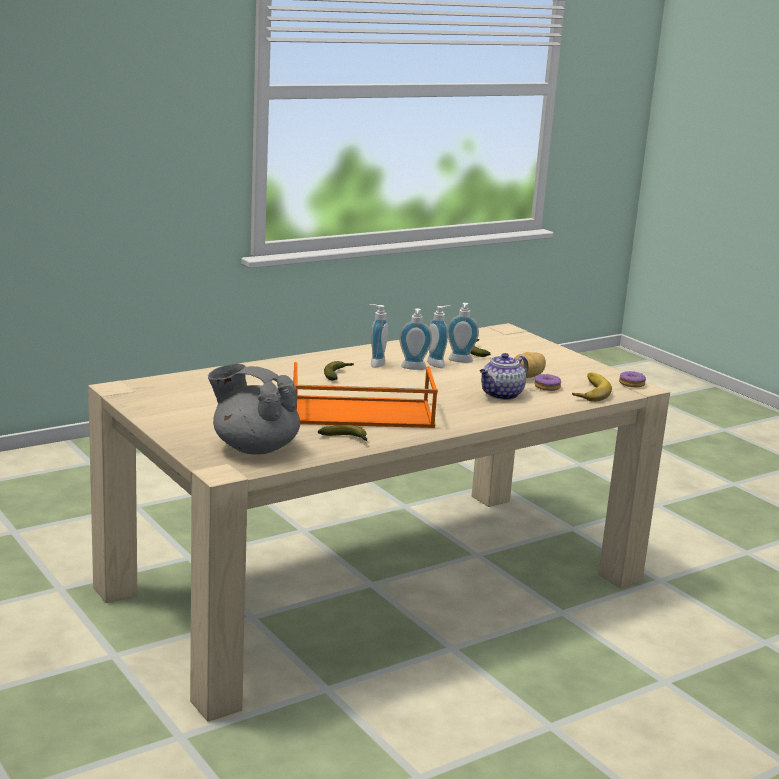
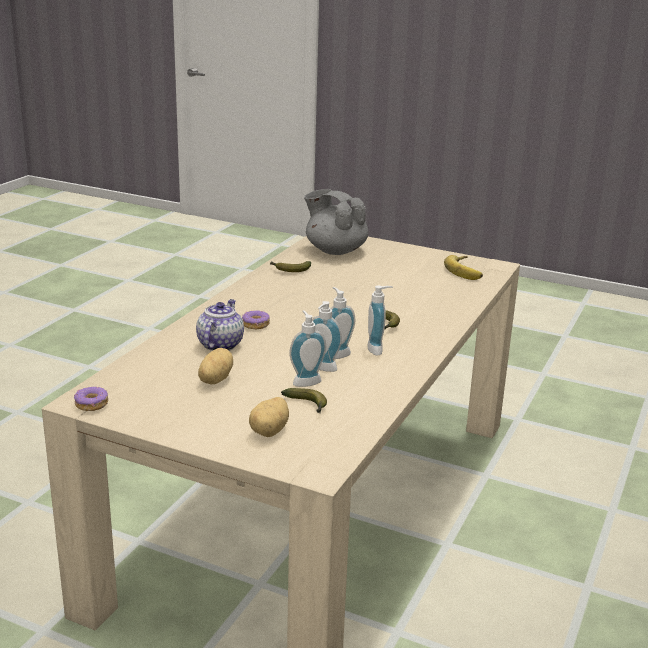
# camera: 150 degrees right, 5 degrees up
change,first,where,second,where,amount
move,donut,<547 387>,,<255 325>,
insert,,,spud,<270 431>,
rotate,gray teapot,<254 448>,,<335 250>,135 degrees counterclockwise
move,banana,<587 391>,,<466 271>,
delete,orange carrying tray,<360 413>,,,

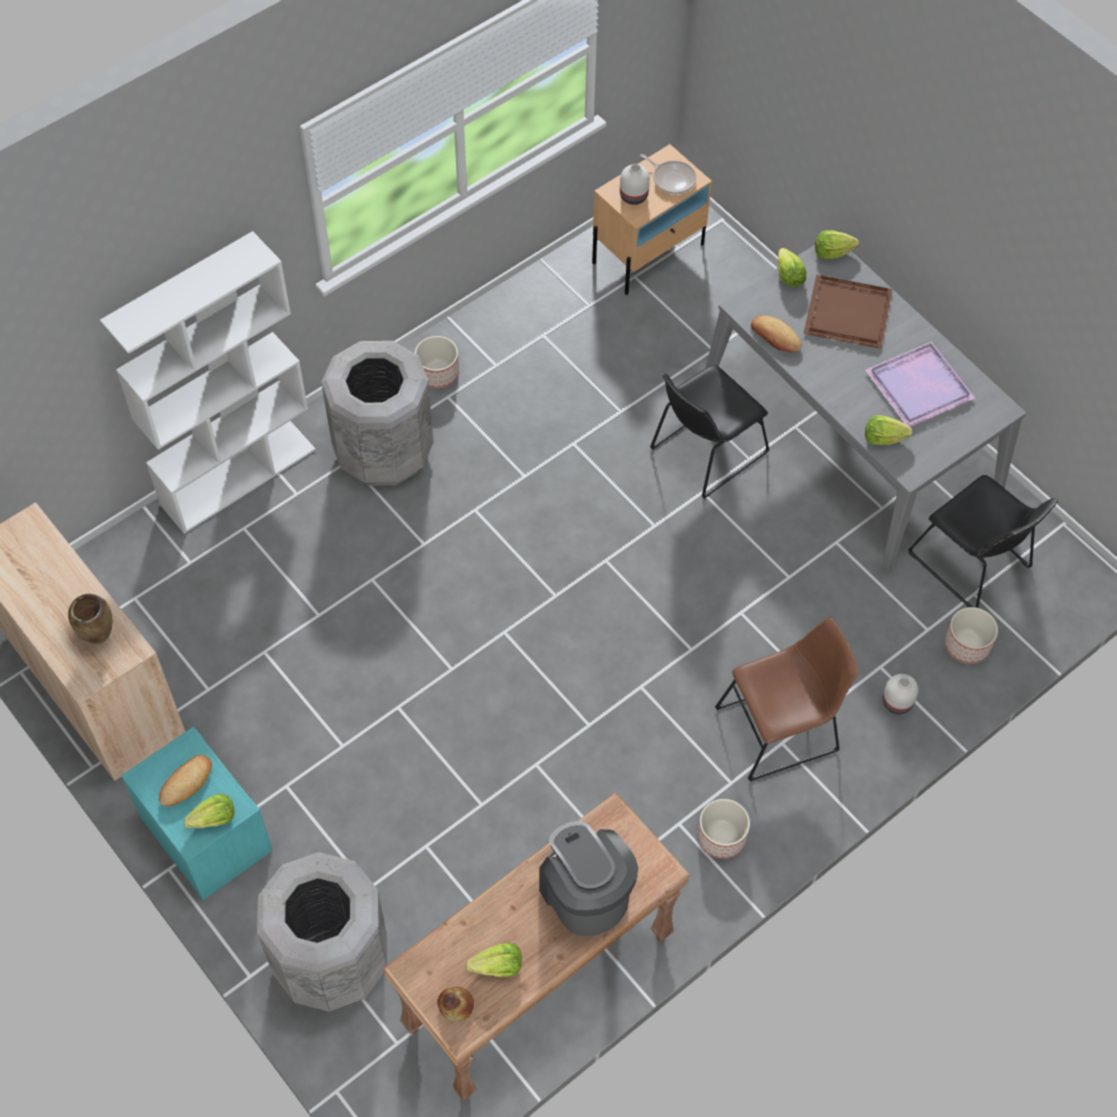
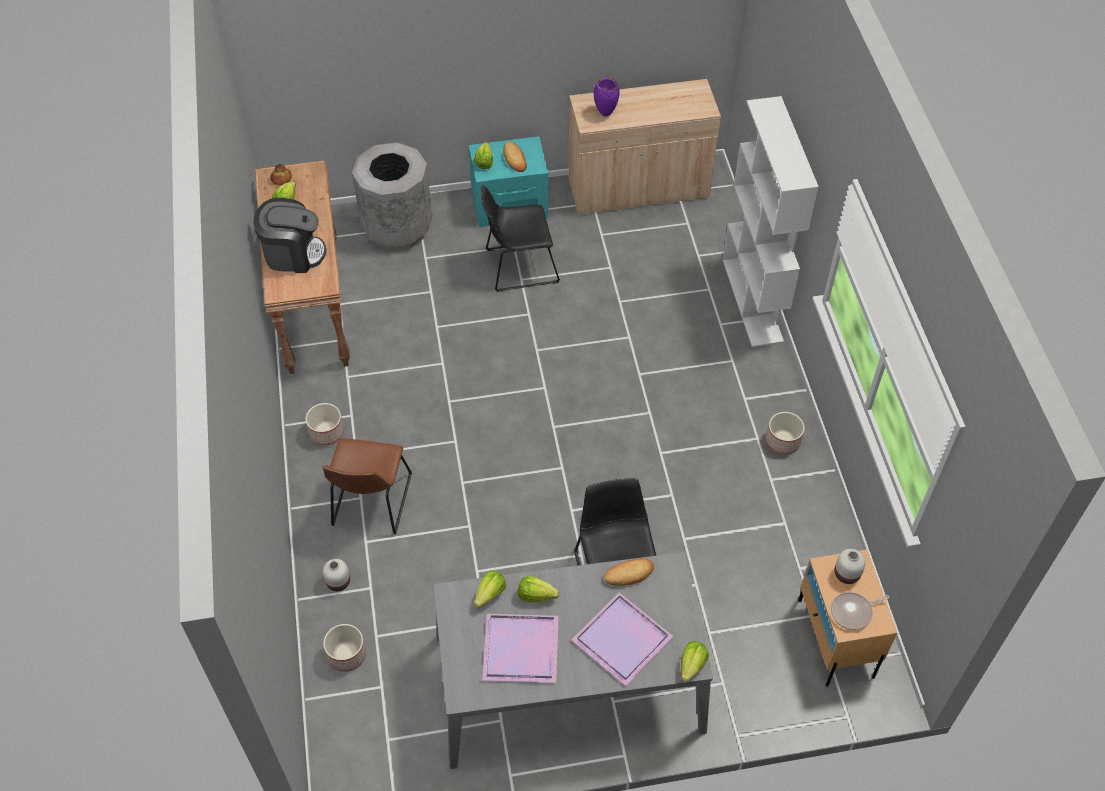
# camera: 120 degrees right, 5 degrees down
change,first,where,second,where,amount
move,black chair,<973 564>,,<518 266>,
move,lettuce head,<788 276>,,<536 595>,
recolor,brown-coloured carrying tray,<846 312>,purple-coloured carrying tray,<624 639>,
recolor,brown-coloured flower vase,<99 639>,purple-coloured flower vase,<605 114>,
delete,gray trash can,<383 452>,,,

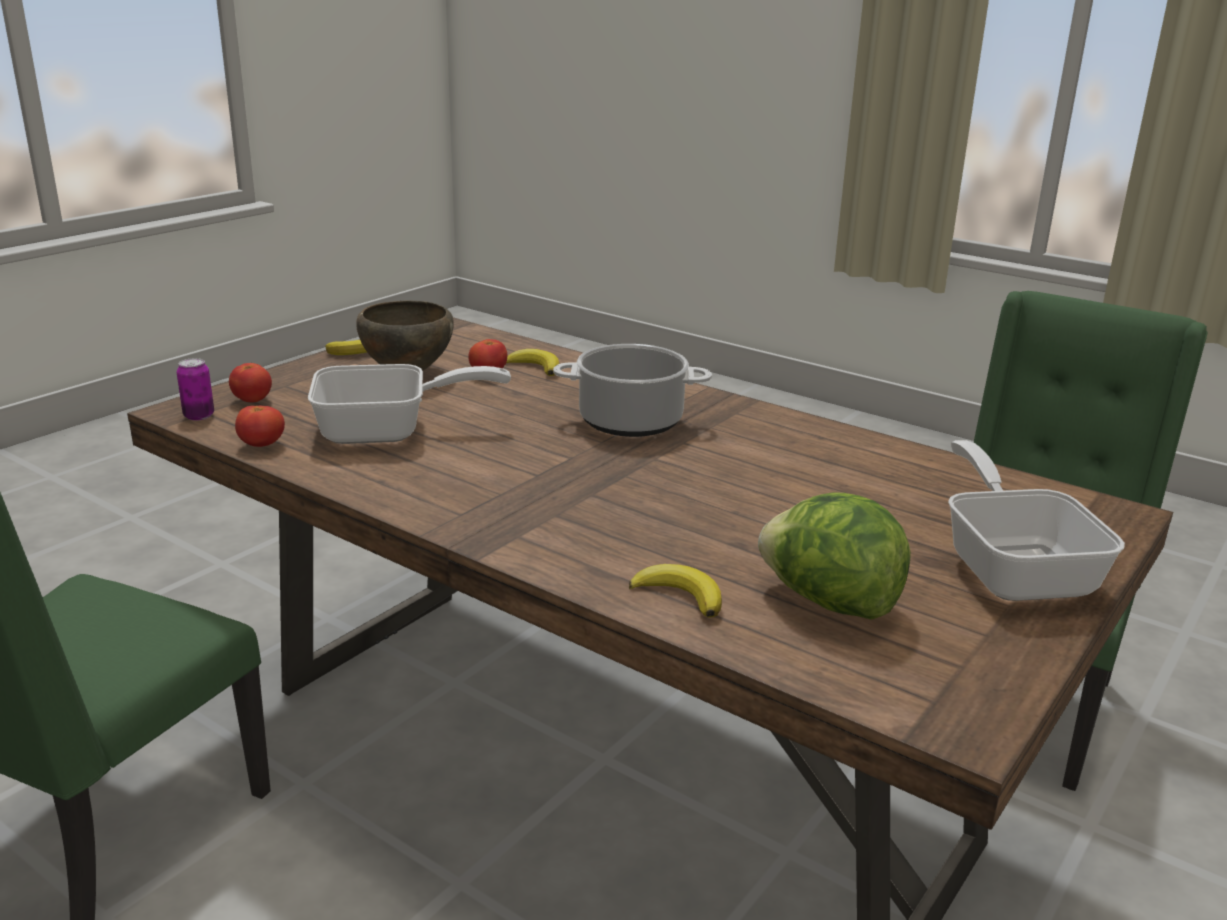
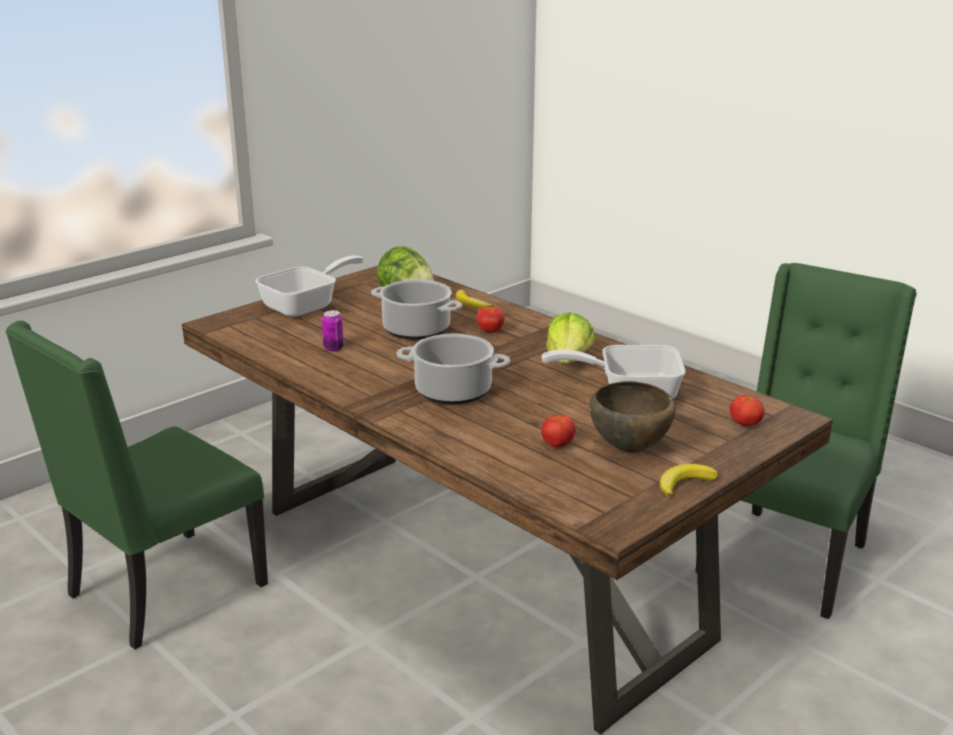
# camera: 170 degrees left, 0 degrees up
change,first,where,second,where,amount
rotate,pan,<1013 567>,,<307 306>,135 degrees counterclockwise
move,metal can,<199 416>,,<333 348>,
insert,,,stockpot,<417 330>,
move,whole tomato,<262 445>,,<490 331>,
insert,,,lettuce head,<569 360>,
delete,banana,<535 367>,,,

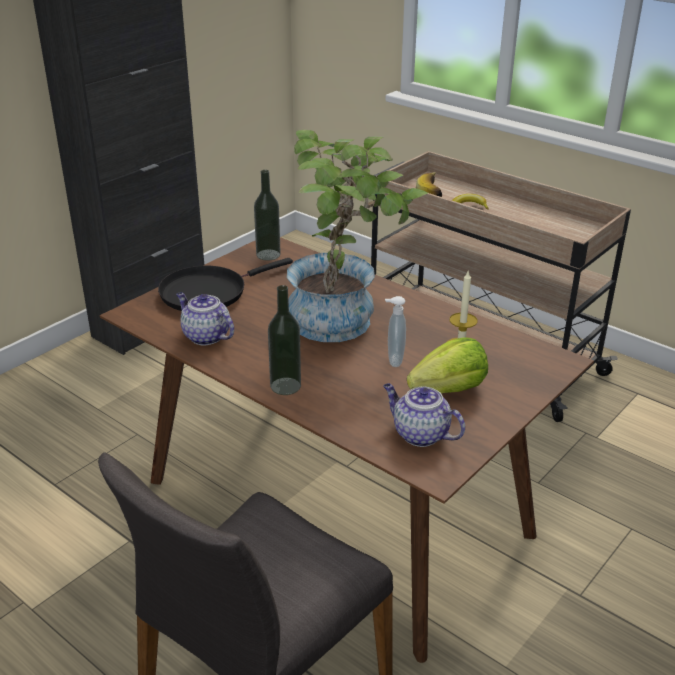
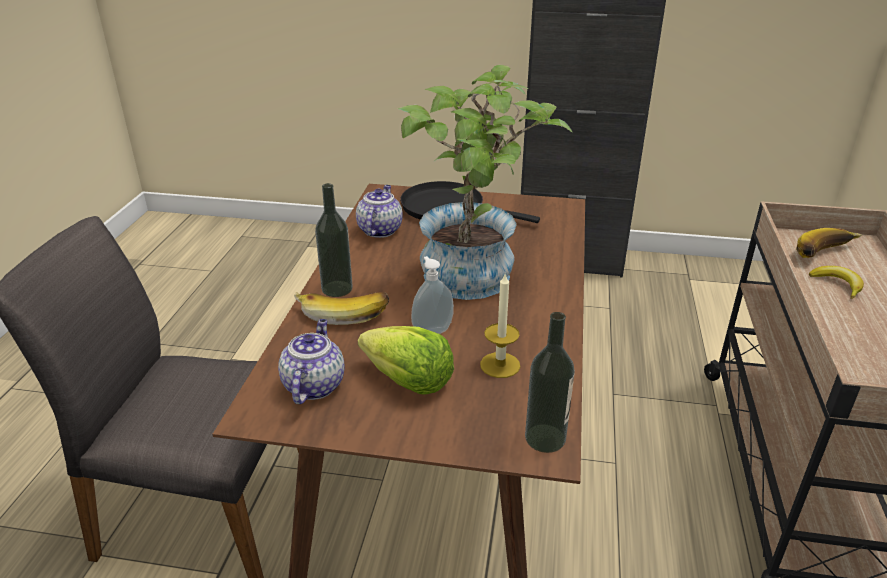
# camera: 60 degrees right, 0 degrees up
change,first,where,second,where,amount
insert,,,banana,<343 312>,
move,bottle,<268 255>,,<545 438>,

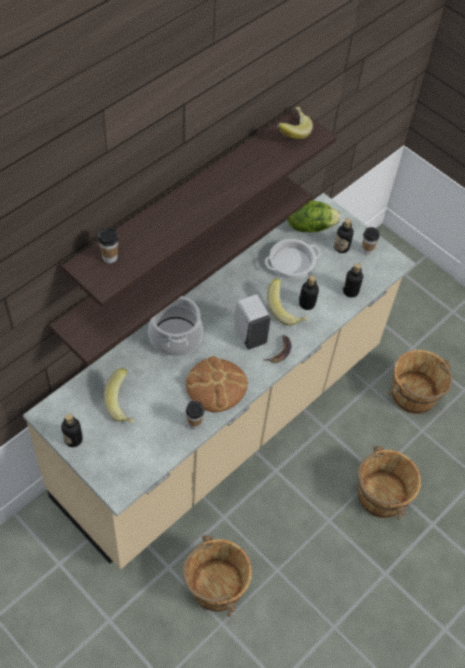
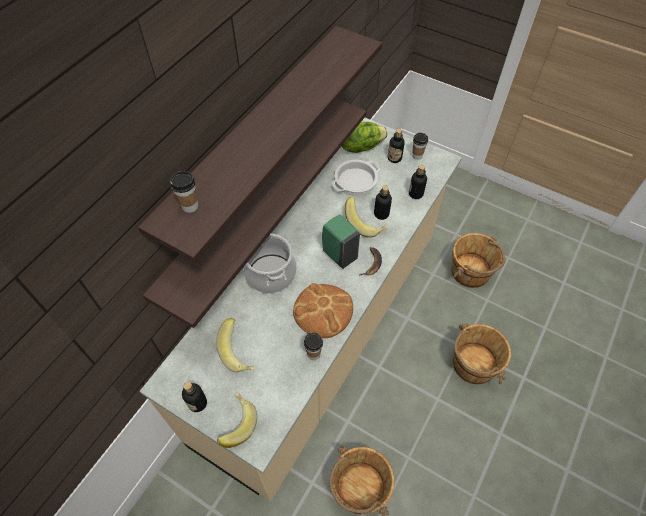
# camera: 10 degrees left, 0 degrees up
change,first,where,second,where,amount
move,banana,<291 131>,,<236 423>,
recolor,white-coloured soap dispenser,<249 334>,greenish soap dispenser,<339 254>,

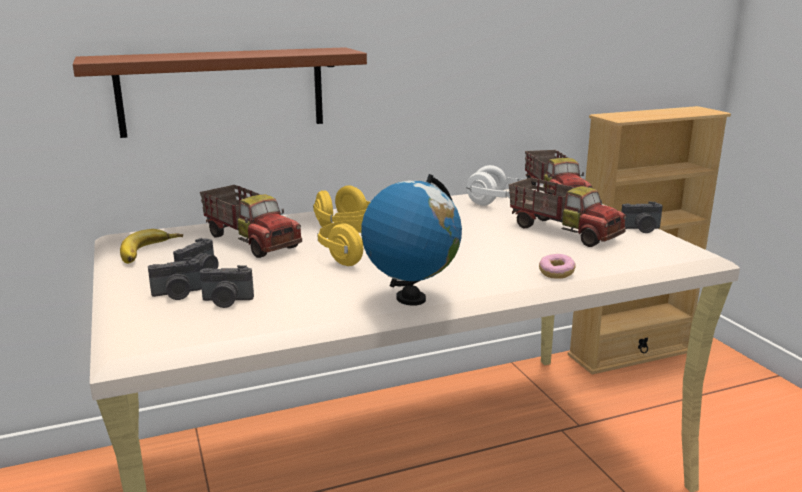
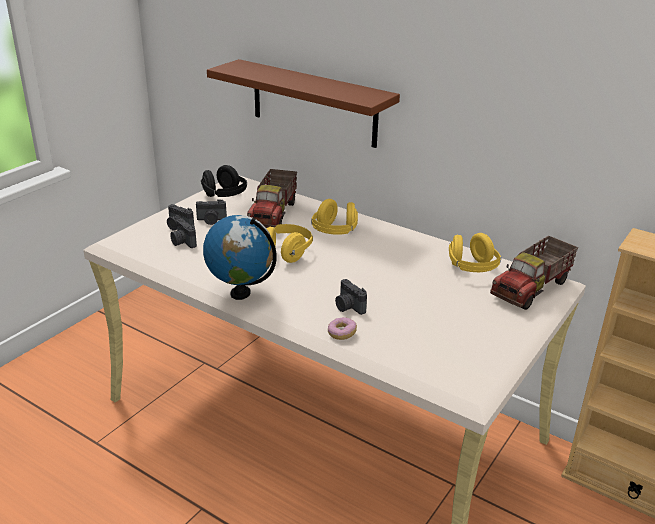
# camera: 55 degrees right, 10 degrees up
change,first,where,second,where,amount
replace,banana,<151 252>,black headphones,<224 196>,
move,still camera,<641 229>,,<348 307>,
recolor,white-coloured headphones,<497 202>,yellow-coloured headphones,<471 268>,
delete,toy lorry,<563 231>,,,

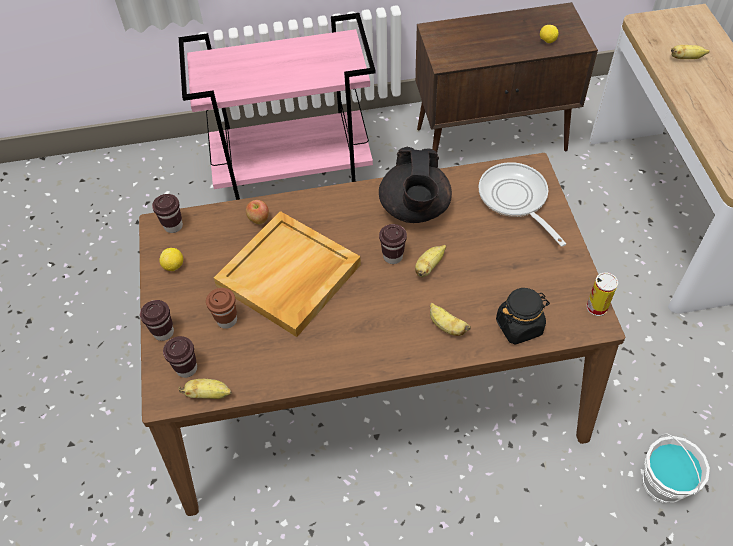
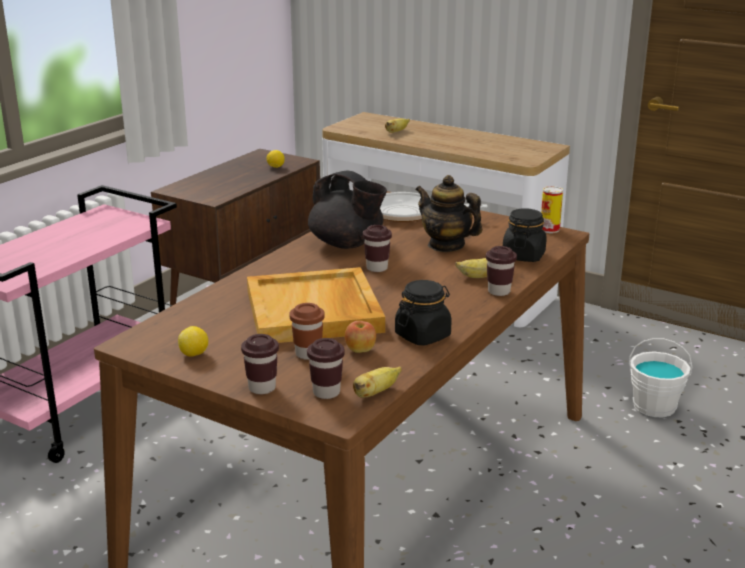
# camera: 50 degrees left, 30 degrees down
change,first,where,second,where,amount
move,whole apple,<259 219>,,<360 350>,
insert,,,black preserve jar,<423 335>,
insert,,,teapot,<446 245>,
move,brown-coloured drinking cup,<173 226>,,<499 291>,
delete,banana,<429 266>,,,

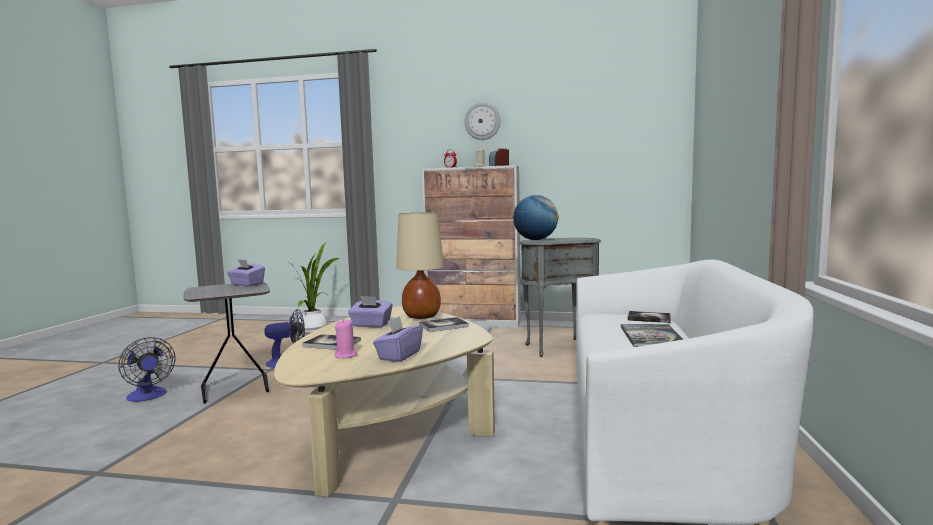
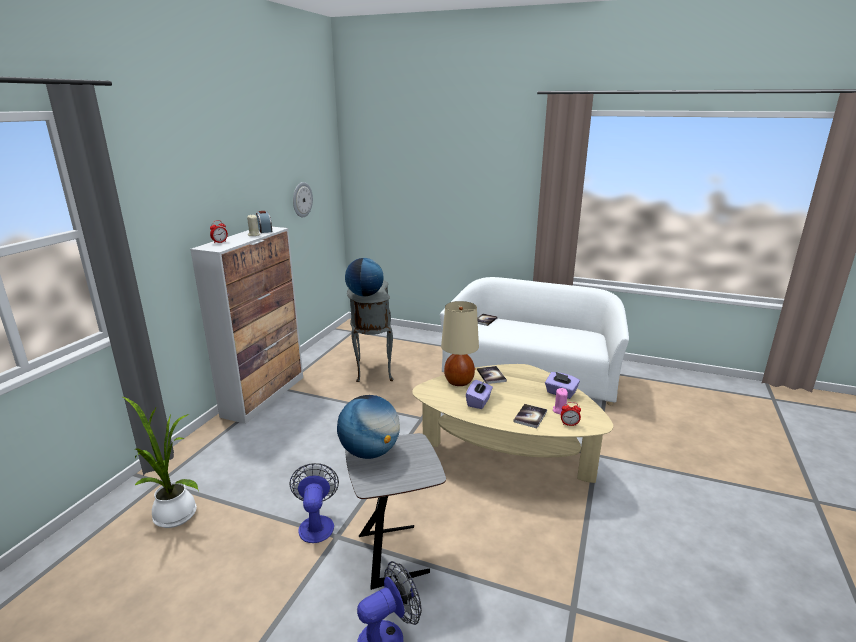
# camera: 80 degrees left, 15 degrees up
change,first,where,second,where,amount
move,hanging clock,<482 121>,,<301 199>,
replace,purple-coloured tissue box,<246 284>,desk globe,<370 452>,
insert,,,alarm clock,<569 424>,
delete,bound book,<651 337>,,,

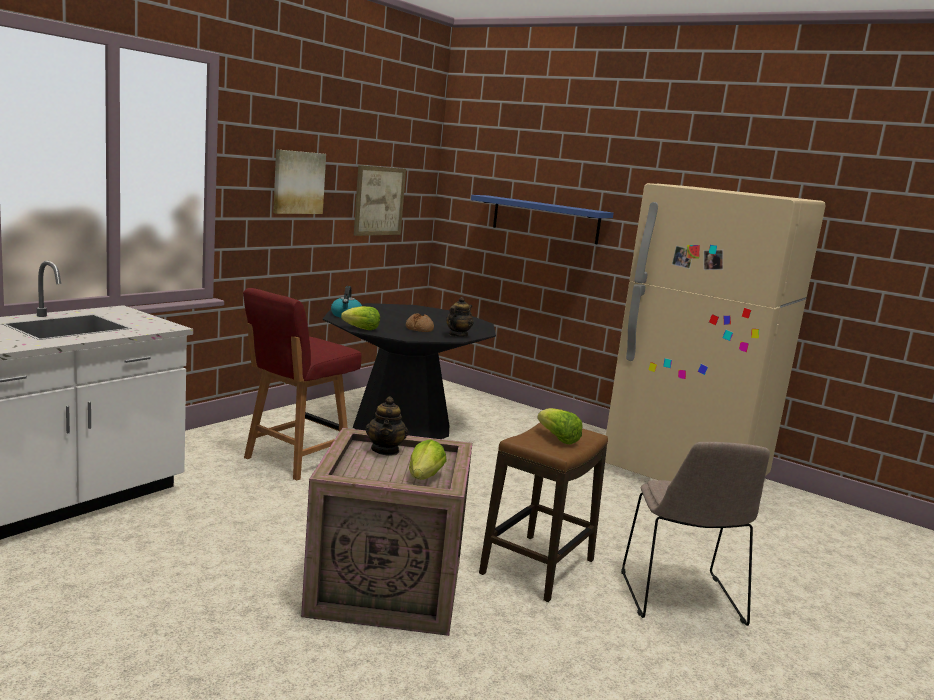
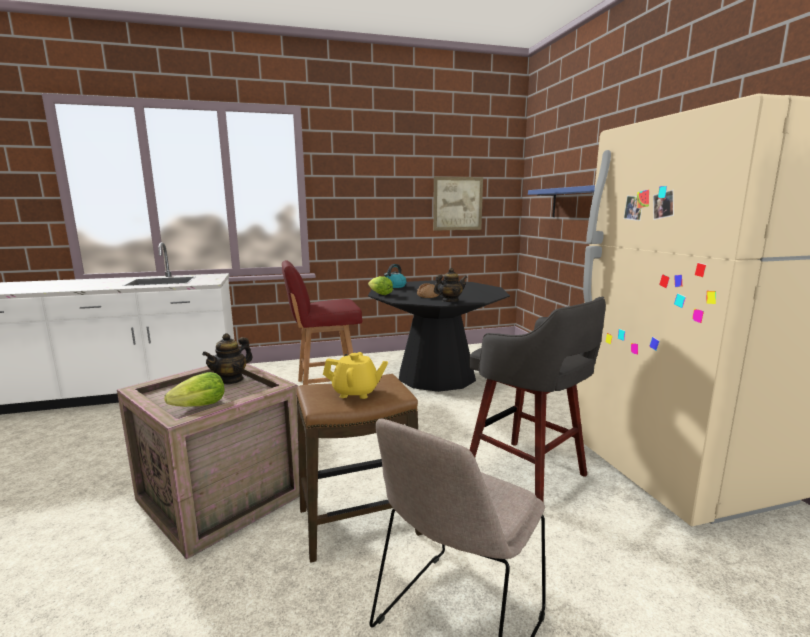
# camera: 40 degrees right, 0 degrees up
change,first,where,second,where,amount
replace,lettuce head,<558 438>,yellow-coloured teapot,<356 392>,
insert,,,gray stool seat,<528 475>,
delete,wall picture,<298 182>,,,

